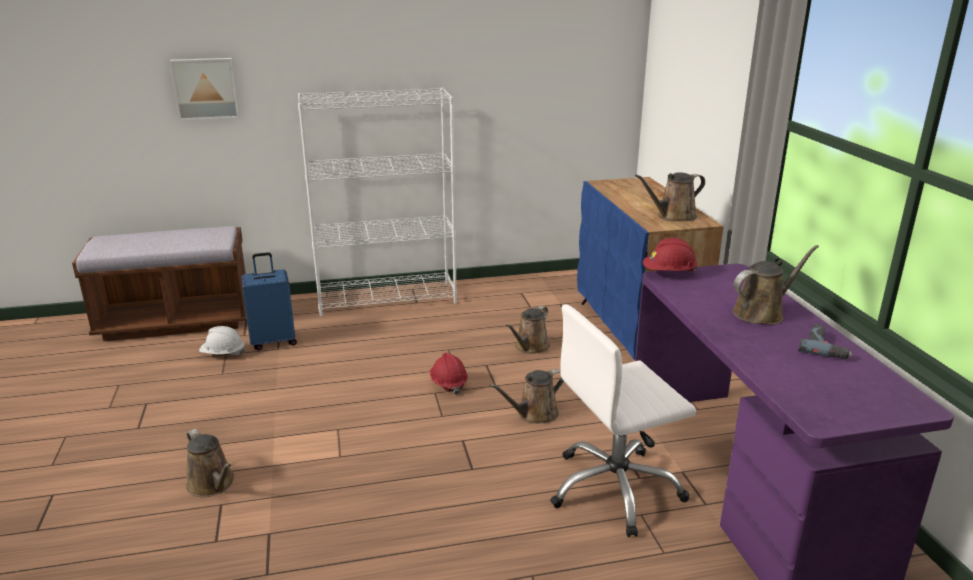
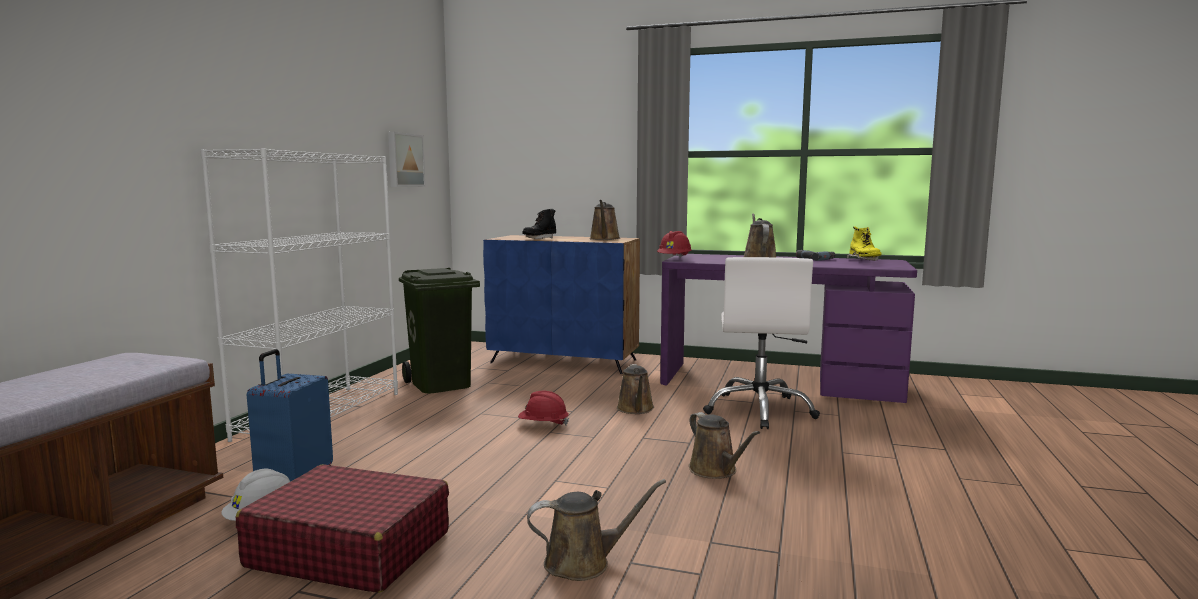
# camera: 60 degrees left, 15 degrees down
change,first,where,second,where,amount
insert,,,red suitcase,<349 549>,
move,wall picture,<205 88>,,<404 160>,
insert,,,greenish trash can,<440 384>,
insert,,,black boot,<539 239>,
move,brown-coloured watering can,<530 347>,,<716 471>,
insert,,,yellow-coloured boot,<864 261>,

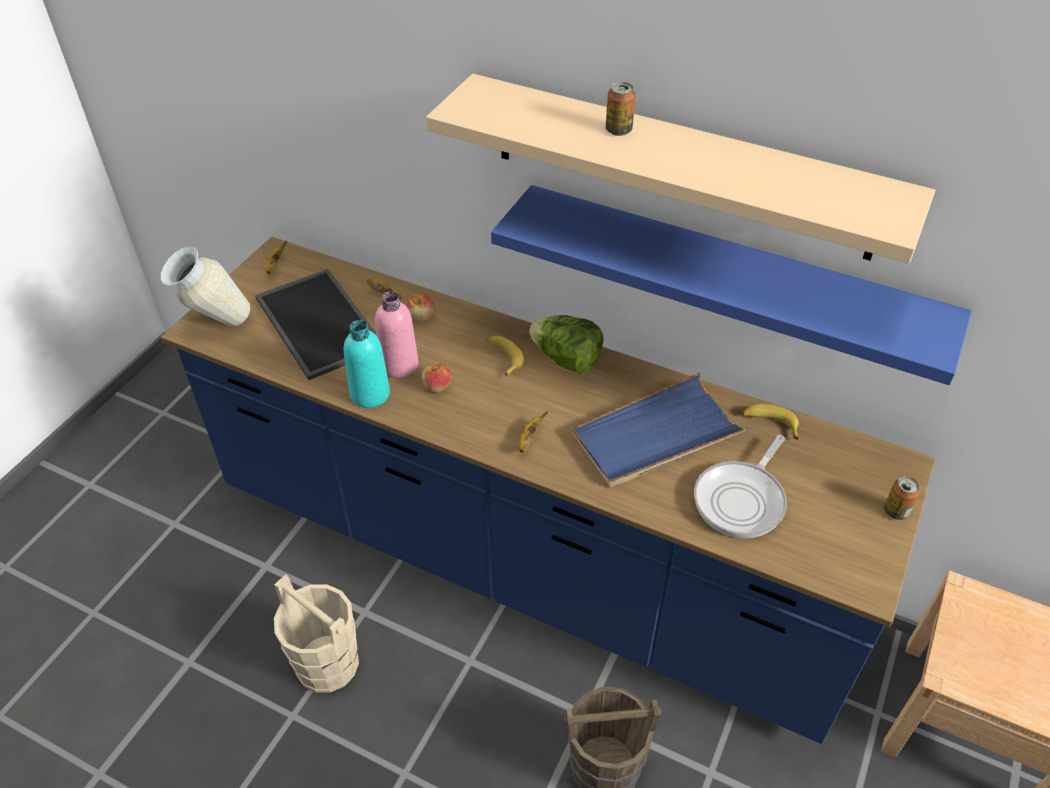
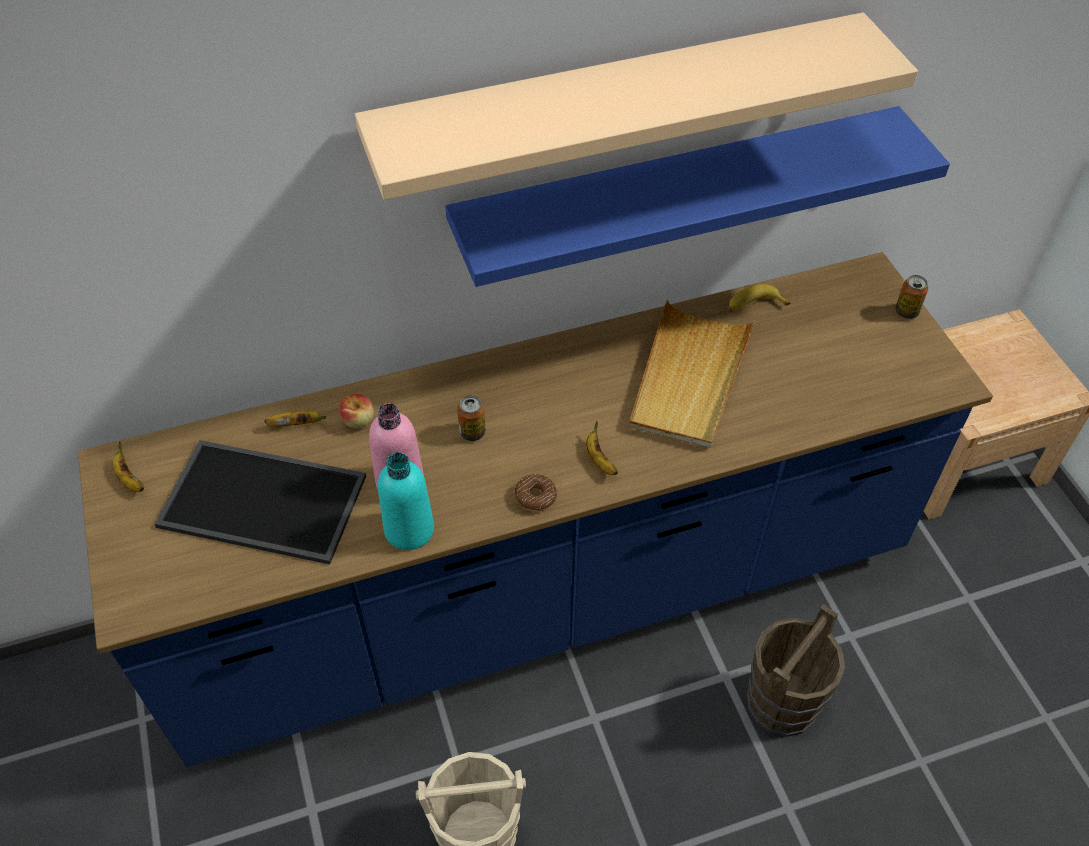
# camera: 45 degrees left, 5 degrees up
change,first,where,second,where,amount
move,metal can,<618 130>,,<472 432>,
insert,,,donut,<535 497>,
recolor,bluish carrying tray,<656 435>,beige carrying tray,<689 378>,
delete,flower vase,<215 325>,,,
delete,whole apple,<437 386>,,,
delete,banana,<503 357>,,,
delete,lettuce head,<566 360>,,,
delete,pan,<742 500>,,,

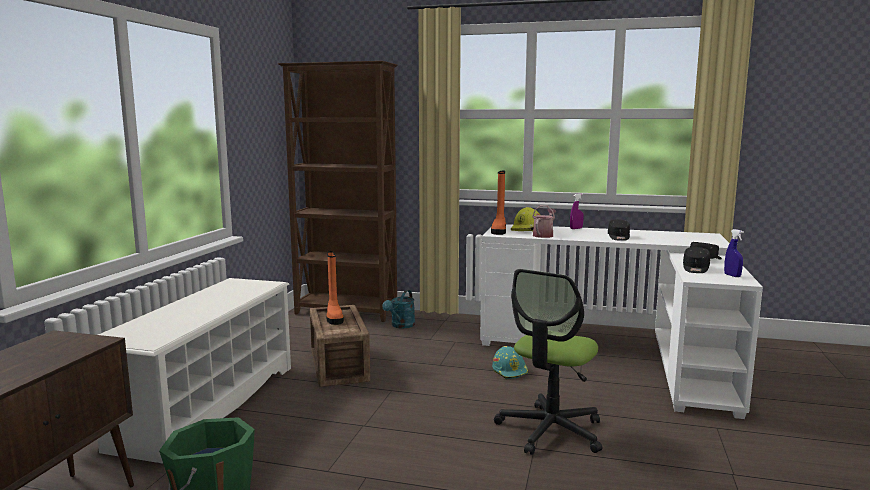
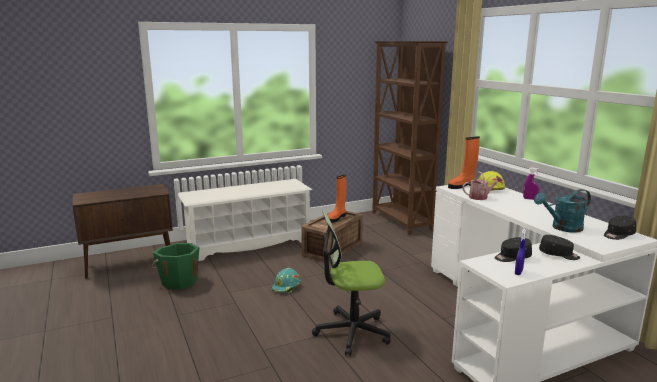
# camera: 50 degrees right, 5 degrees up
change,first,where,second,where,amount
move,turquoise-coloured hard hat,<510 371>,,<287 287>,
move,turquoise-coloured watering can,<401 326>,,<562 228>,
move,black peaked cap,<618 237>,,<618 235>,

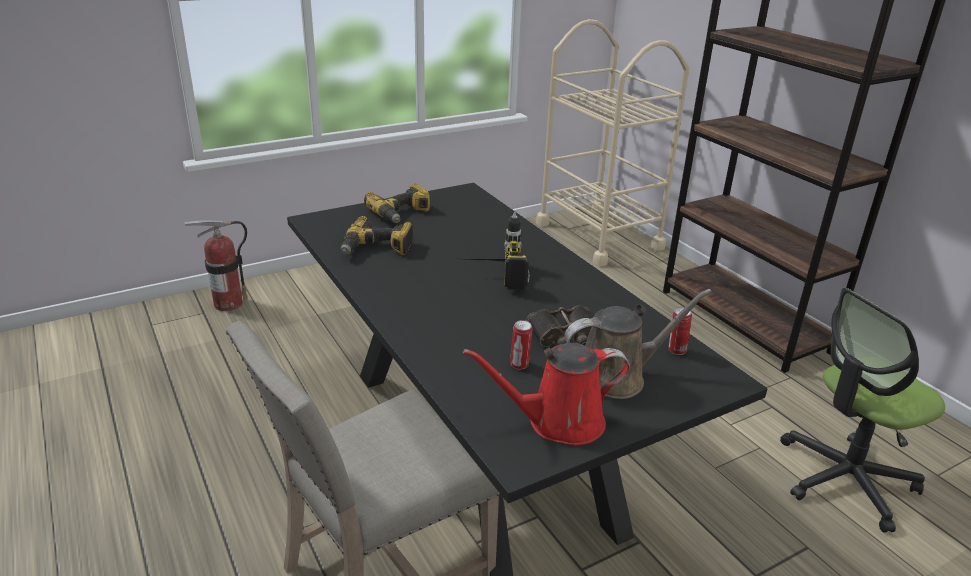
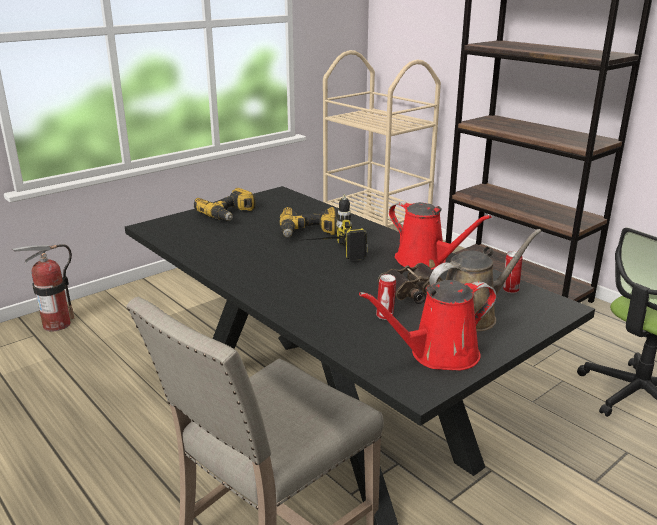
# camera: 10 degrees left, 5 degrees down
change,first,where,second,where,amount
move,electric drill,<377 249>,,<308 232>,
insert,,,red watering can,<425 261>,

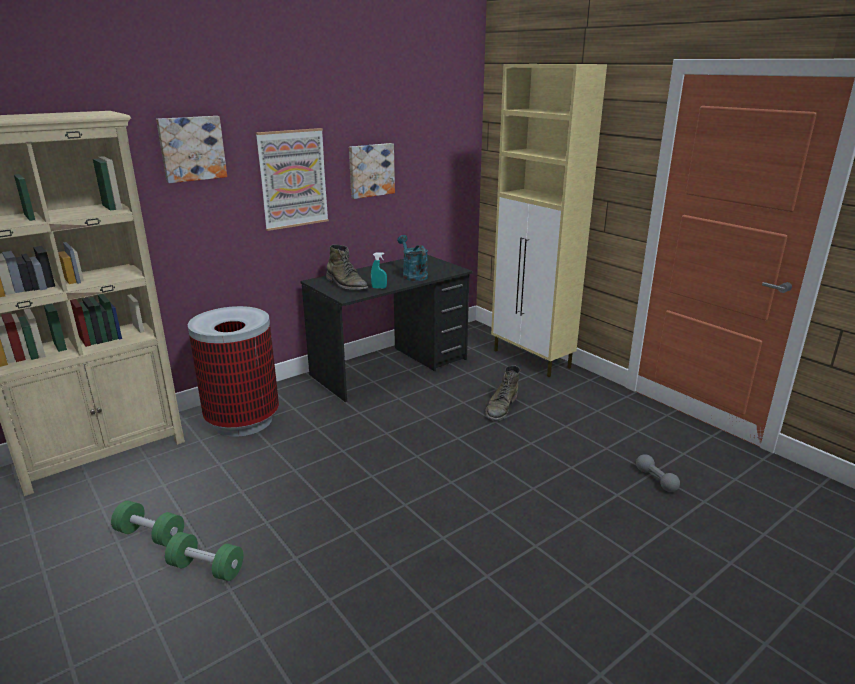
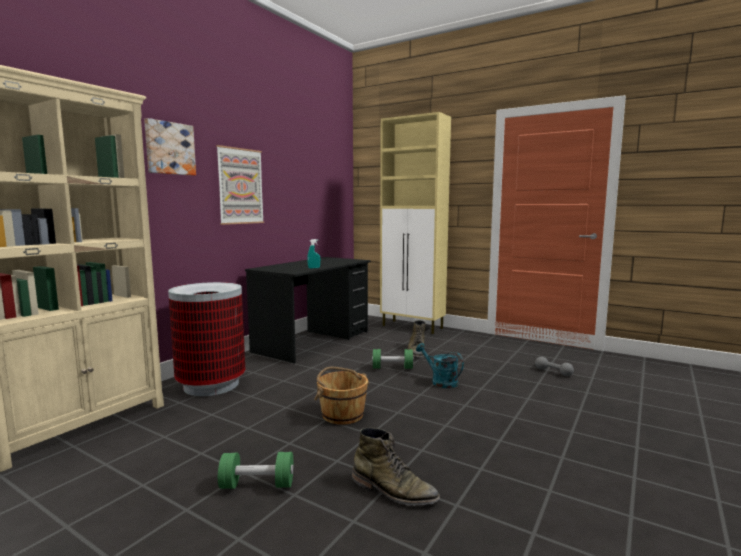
# camera: 20 degrees left, 15 degrees down
change,first,where,second,where,amount
insert,,,brown-coloured bucket,<342 414>,
move,greenish boot,<346 285>,,<394 491>,
move,greenish hand weight,<150 535>,,<392 368>,
move,turquoise-coloured watering can,<413 275>,,<440 381>,
delete,wall picture,<370 170>,,,

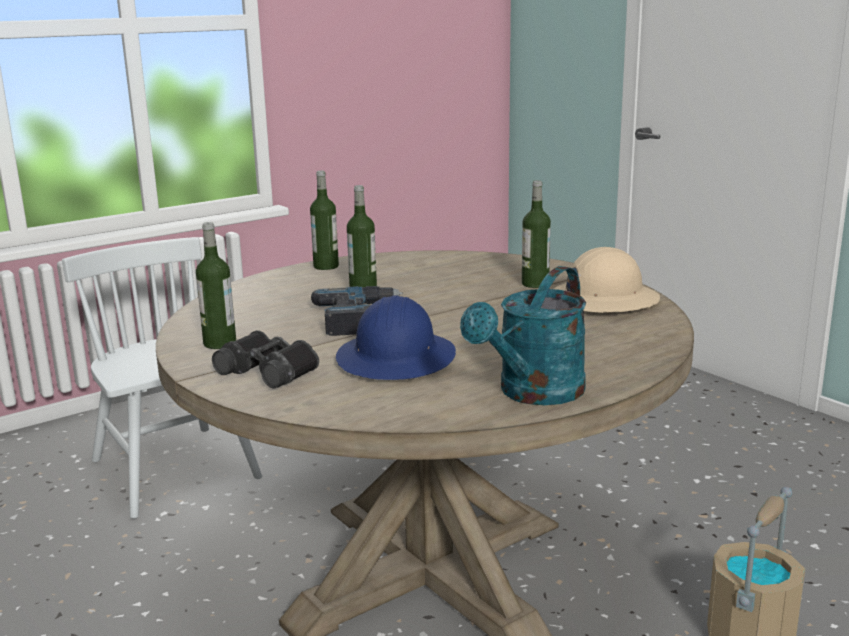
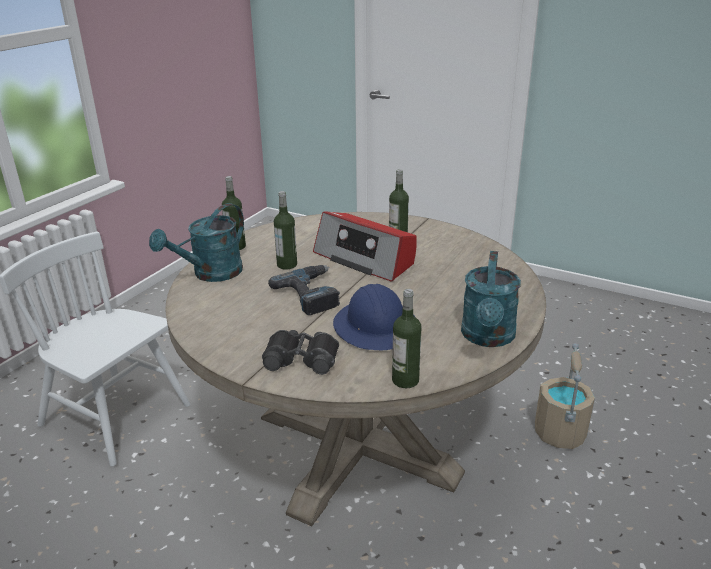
# camera: 25 degrees left, 10 degrees up
change,first,where,second,where,amount
insert,,,turquoise-coloured watering can,<211 274>,
insert,,,radio set,<365 258>,
move,bottle,<220 343>,,<405 380>,
delete,beige hard hat,<602 300>,,,

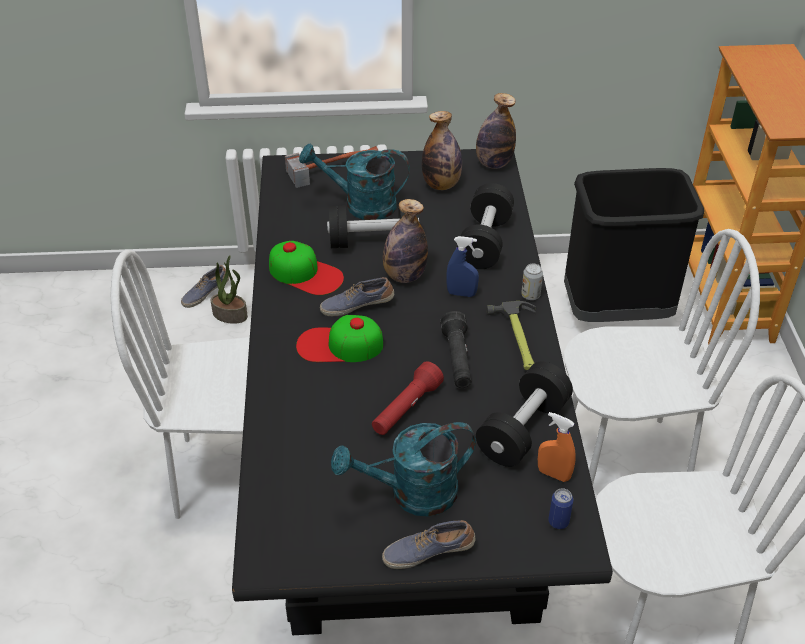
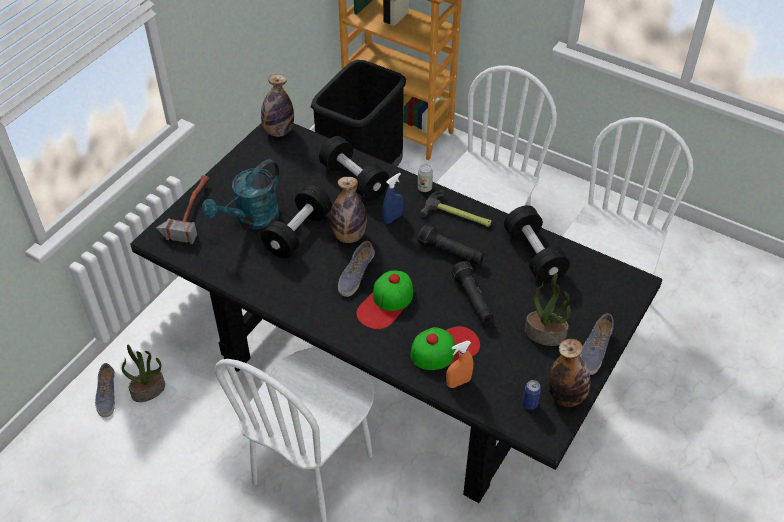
# camera: 55 degrees left, 5 degrees up
change,first,where,second,where,amount
move,peaked cap,<305 273>,,<444 348>,
move,orange spray bottle,<553 474>,,<458 382>,
recolor,red flashlight,<406 409>,black flashlight,<473 300>,
move,metal can,<558 522>,,<529 404>,
replace,turquoise-coloured watering can,<412 494>,houseplant,<545 334>,
move,bottle,<441 185>,,<566 396>,

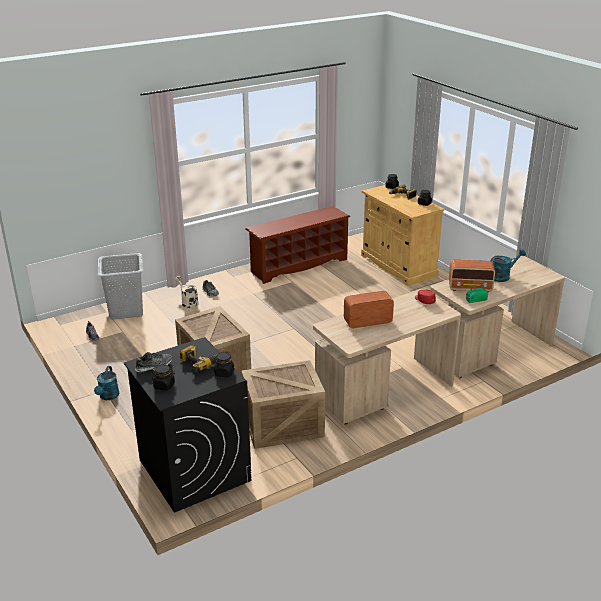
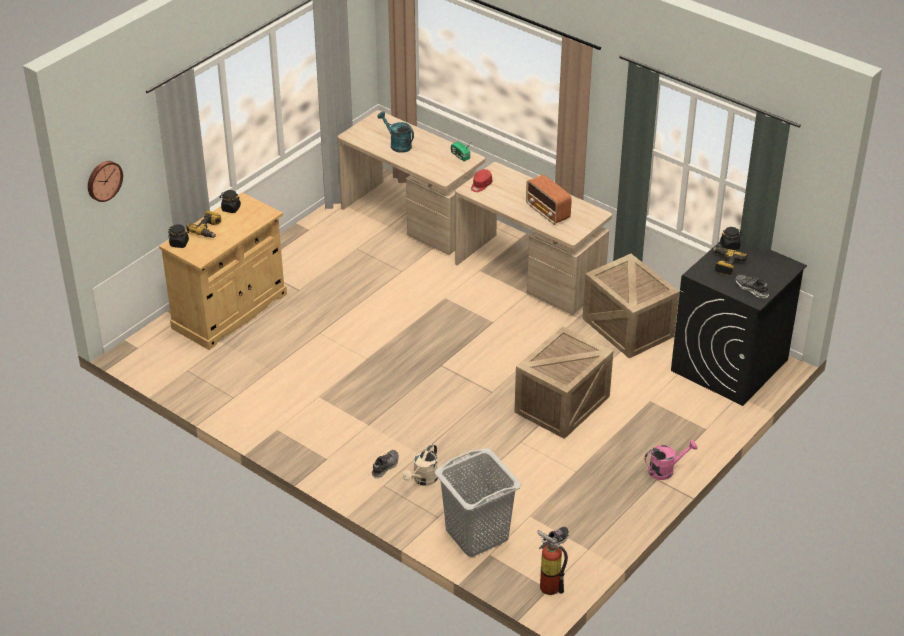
# camera: 110 degrees left, 10 degrees up
change,first,where,second,where,amount
insert,,,hanging clock,<103 180>,
insert,,,fire extinguisher,<548 585>,
recolor,turquoise-coloured watering can,<108 396>,pinkish watering can,<665 470>,
delete,black preserve jar,<164 386>,,,
delete,brown-coloured shoe shelf,<298 265>,,,
delete,radio set,<470 288>,,,

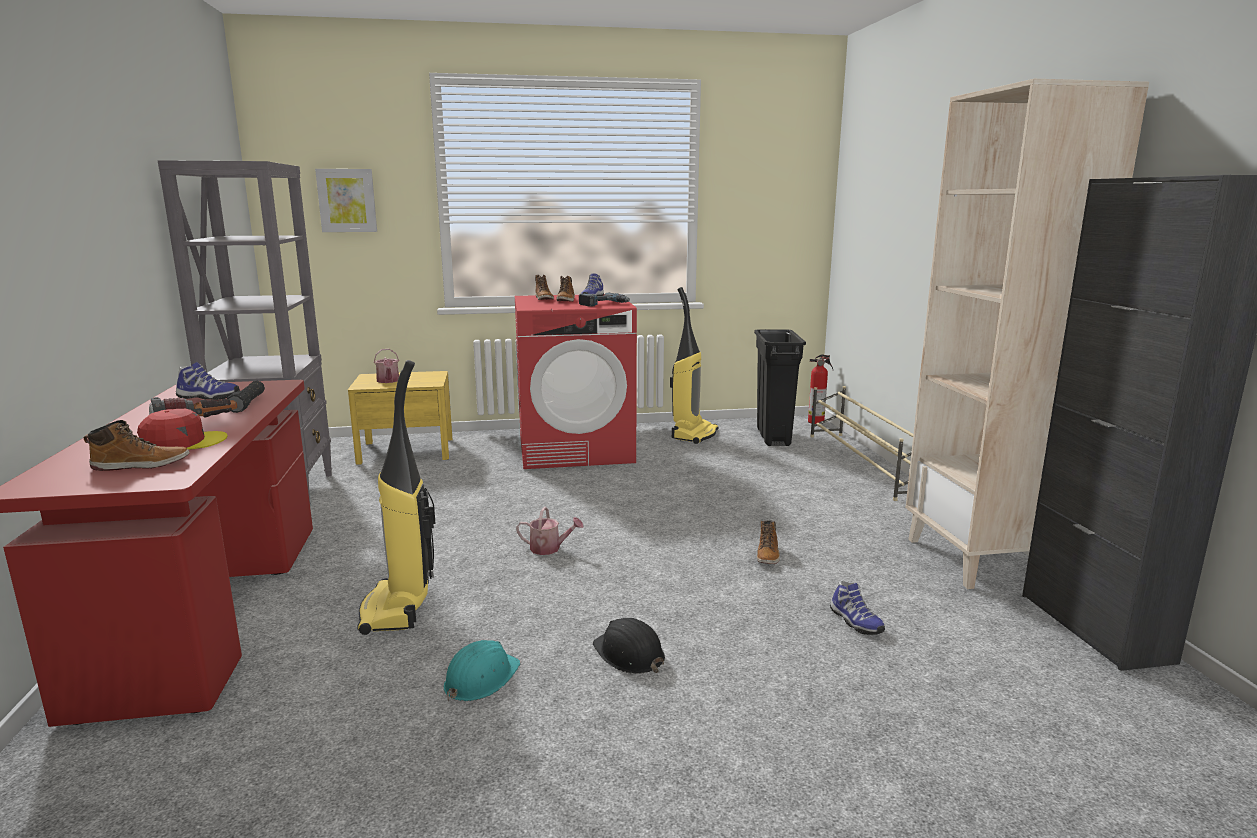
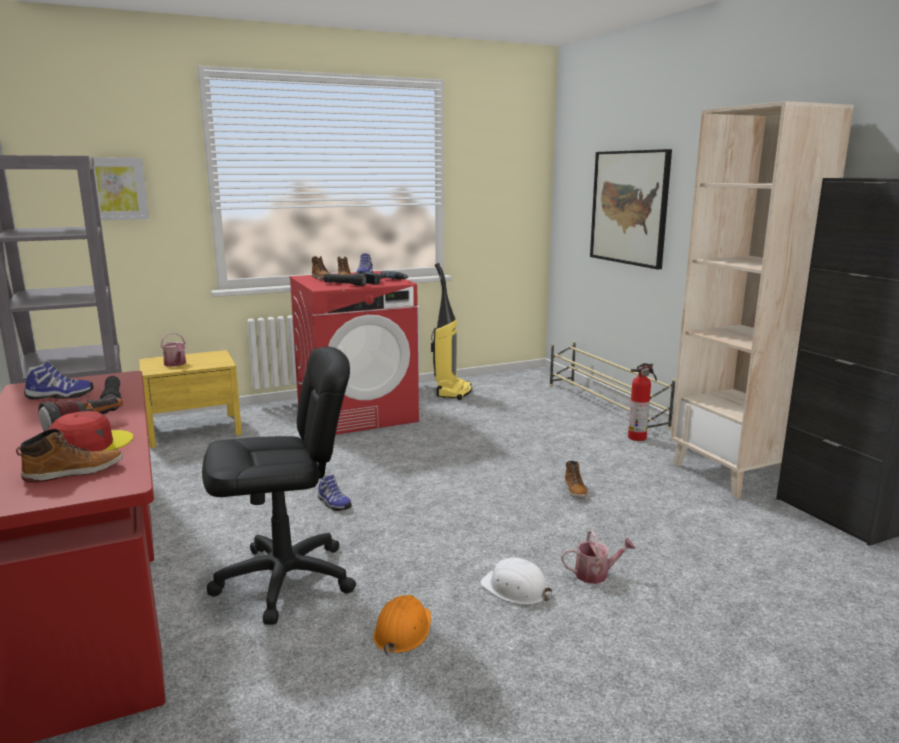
# camera: 15 degrees left, 0 degrees up
change,first,where,second,where,amount
replace,hoover,<398 609>,black office chair,<285 580>,
move,shoe,<854 622>,,<333 503>,
insert,,,black flashlight,<344 284>,
recolor,turquoise-coloured hard hat,<480 678>,orange hard hat,<402 630>,
recolor,black hard hat,<629 654>,white-coloured hard hat,<515 589>,
move,watering can,<549 548>,,<596 574>,
insert,,,wall picture,<629 207>,
move,fire extinguisher,<817 422>,,<638 437>,
delete,black trash can,<773 437>,,,

